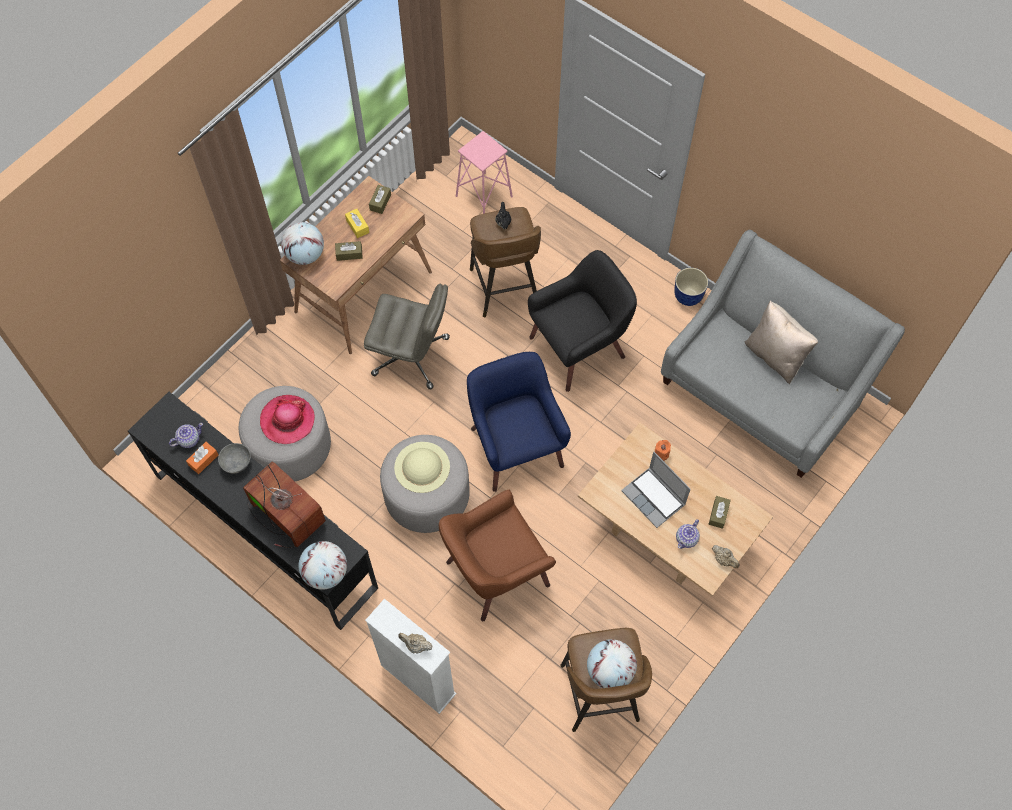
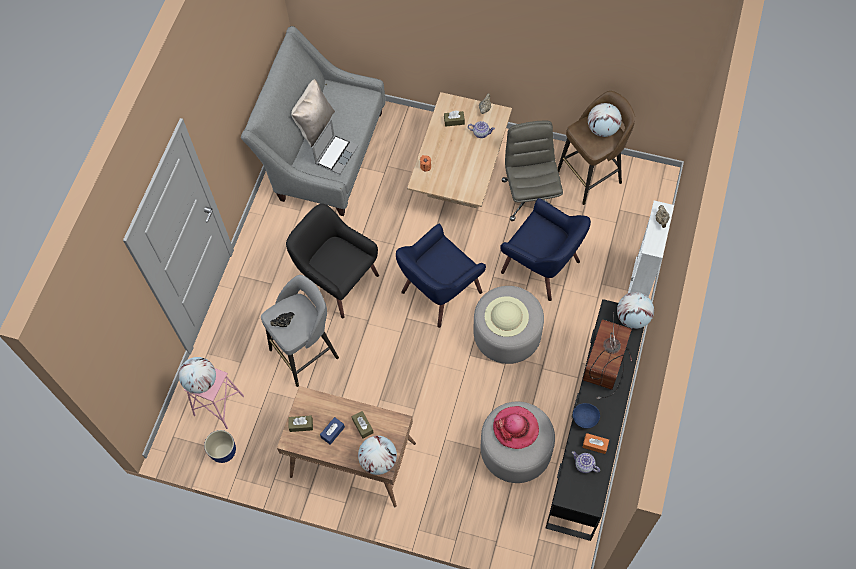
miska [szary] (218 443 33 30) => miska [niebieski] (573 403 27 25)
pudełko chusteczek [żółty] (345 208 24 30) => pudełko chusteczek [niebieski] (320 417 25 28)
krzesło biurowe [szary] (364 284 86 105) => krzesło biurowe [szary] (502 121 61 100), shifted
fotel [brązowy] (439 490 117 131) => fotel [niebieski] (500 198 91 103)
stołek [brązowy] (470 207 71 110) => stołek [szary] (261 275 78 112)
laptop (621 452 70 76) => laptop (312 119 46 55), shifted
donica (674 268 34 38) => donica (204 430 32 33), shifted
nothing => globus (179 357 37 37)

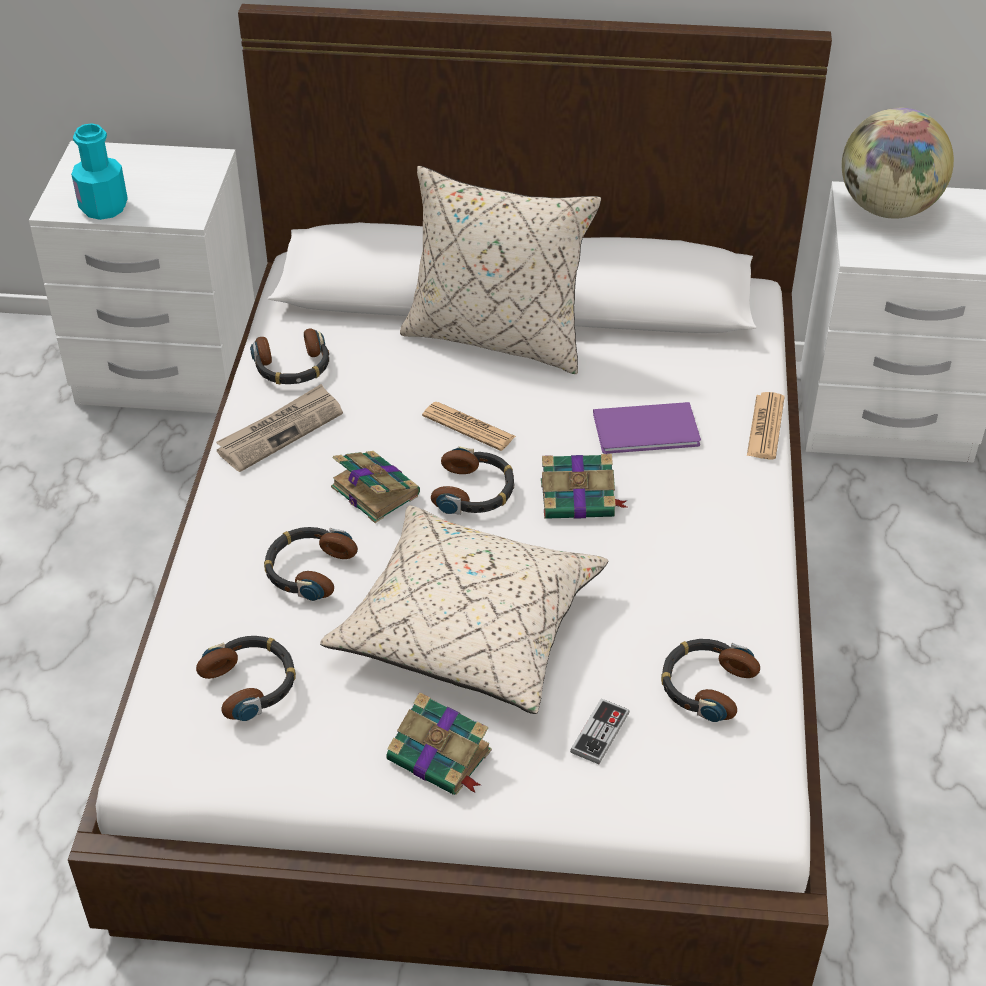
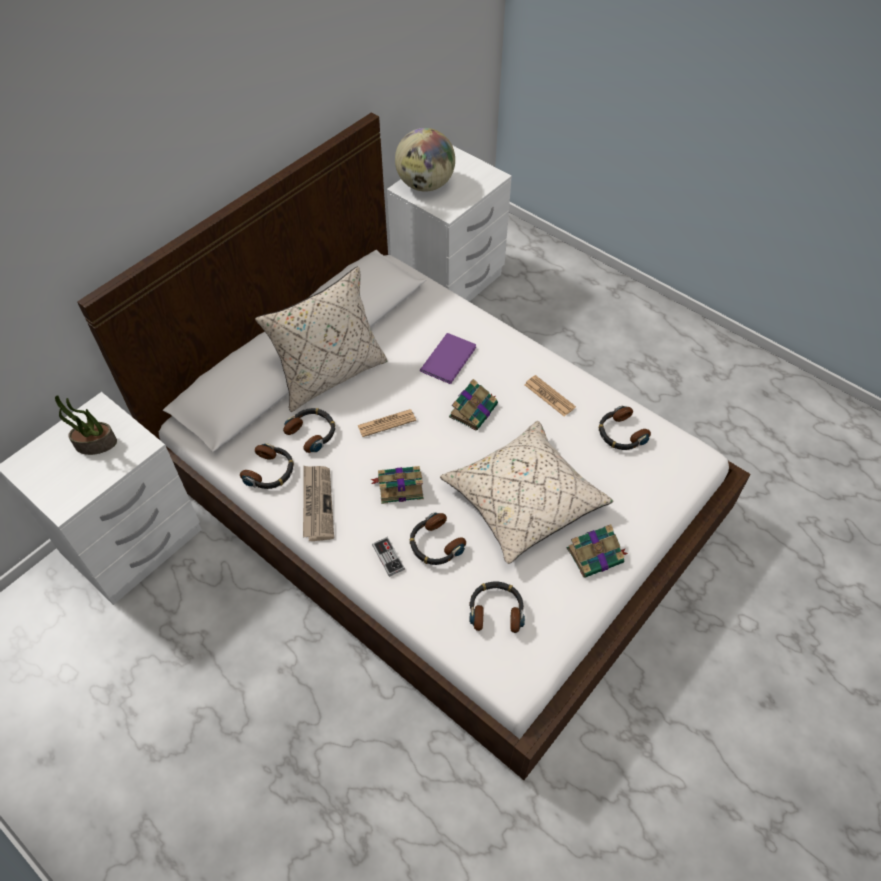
butelka [turkusowy] (71 123 57 97) => nothing
słuchawki (431 447 83 68) => słuchawki (283 408 52 45), shifted
pad do gier (570 698 60 66) => pad do gier (372 537 33 40), shifted
gazeta (747 392 38 67) => gazeta (525 375 51 42), shifted
nothing => roślina doniczkowa (55 395 62 60)

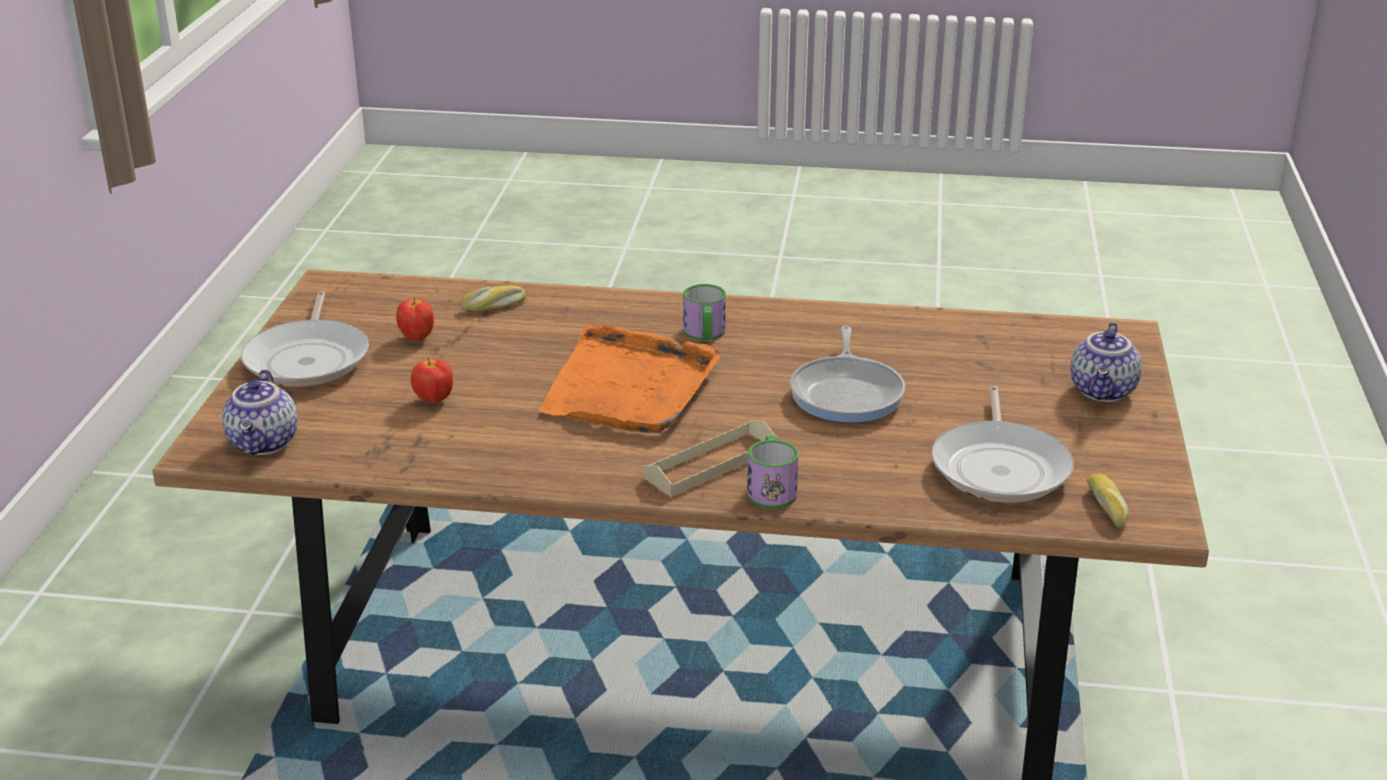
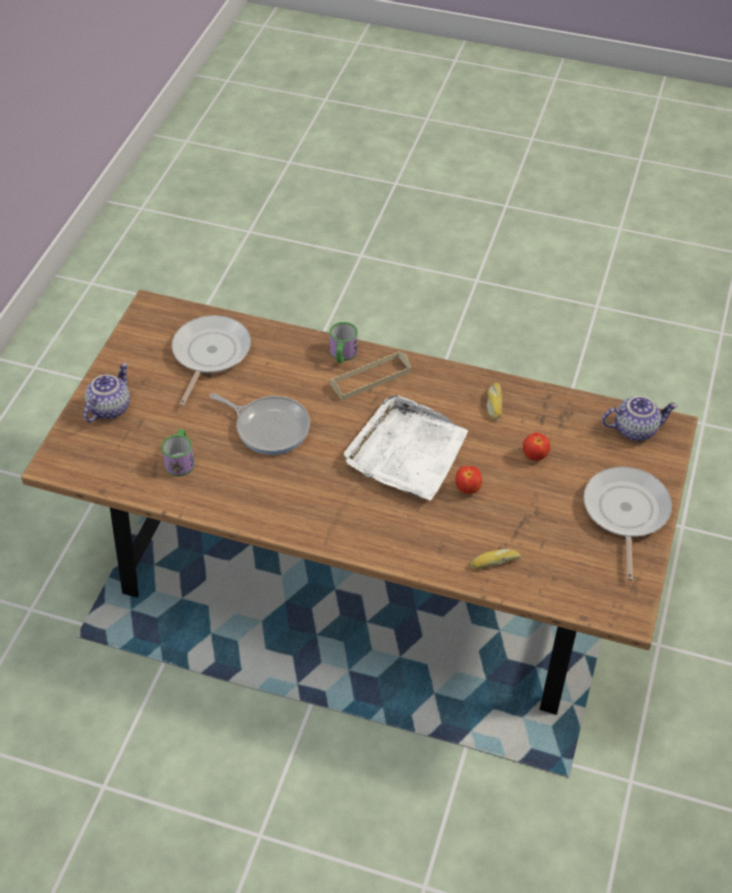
imbryk (222 369 76 86) => imbryk (602 396 76 45), 75 degrees clockwise
jabłko (396 298 38 43) => jabłko (455 466 27 28), shifted
taca [pomarańczowy] (539 325 182 108) => taca [biały] (344 395 124 106)
kubek (683 284 43 57) => kubek (161 429 34 47), shifted
patelnia (790 326 115 97) => patelnia (210 393 100 62), 105 degrees clockwise
chleb (1087 474 42 54) => chleb (487 383 15 37), shifted

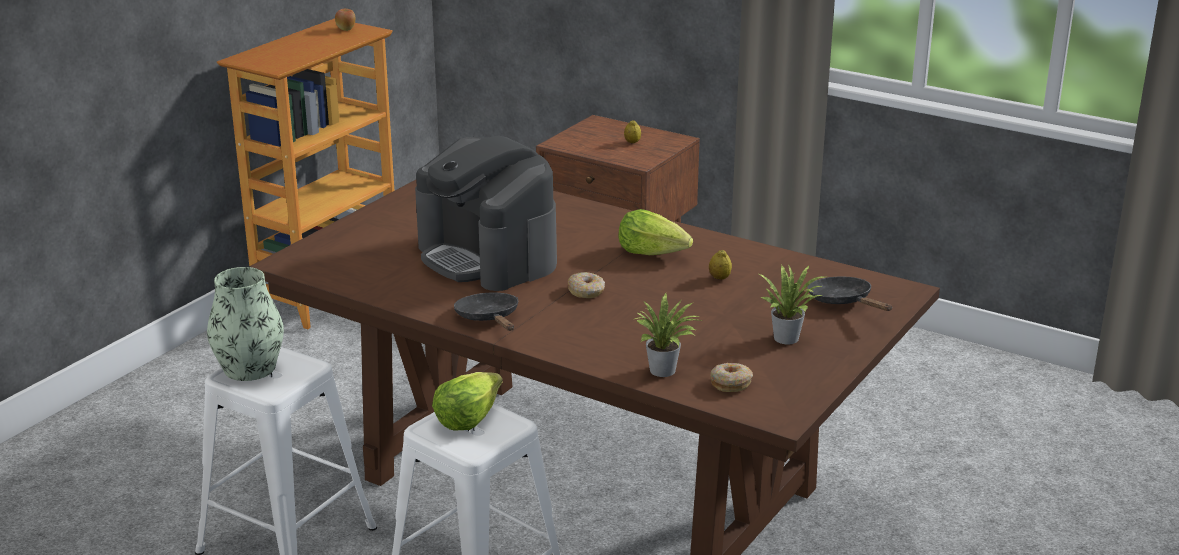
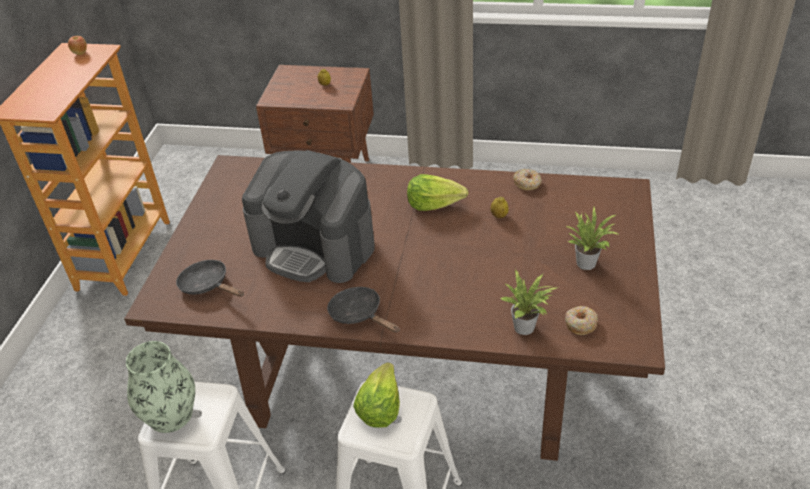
donut (568 272 37 26) => donut (513 169 29 21), shifted
patelnia [czarny] (807 277 85 34) => patelnia [czarny] (176 260 68 37), shifted

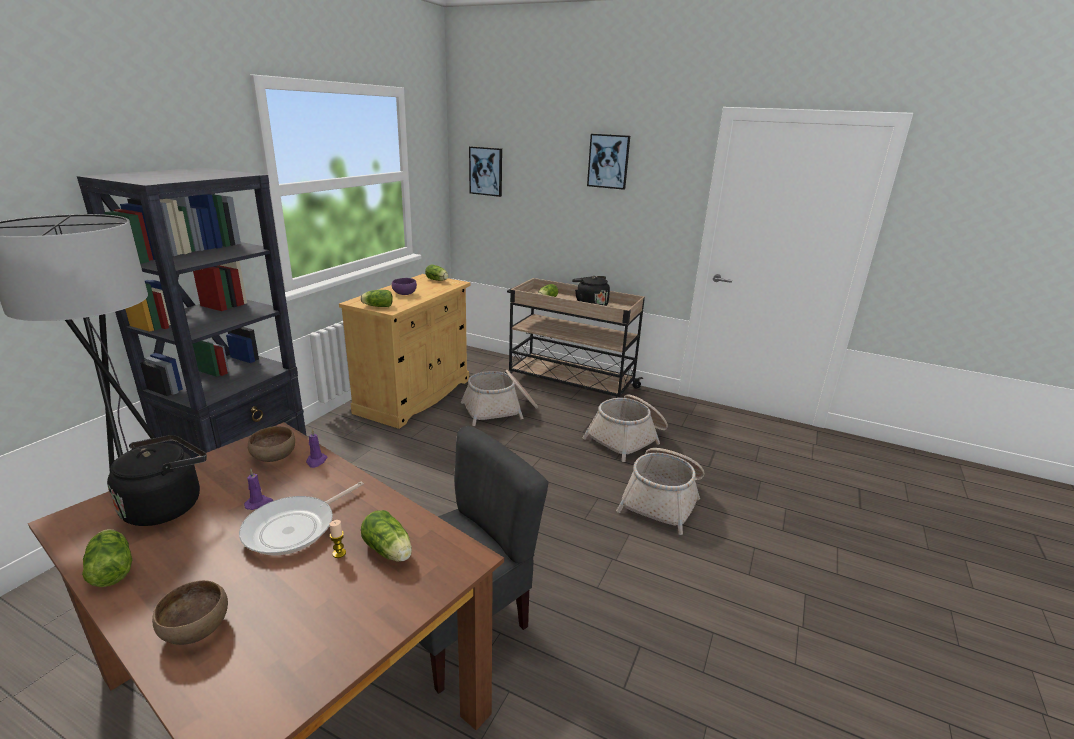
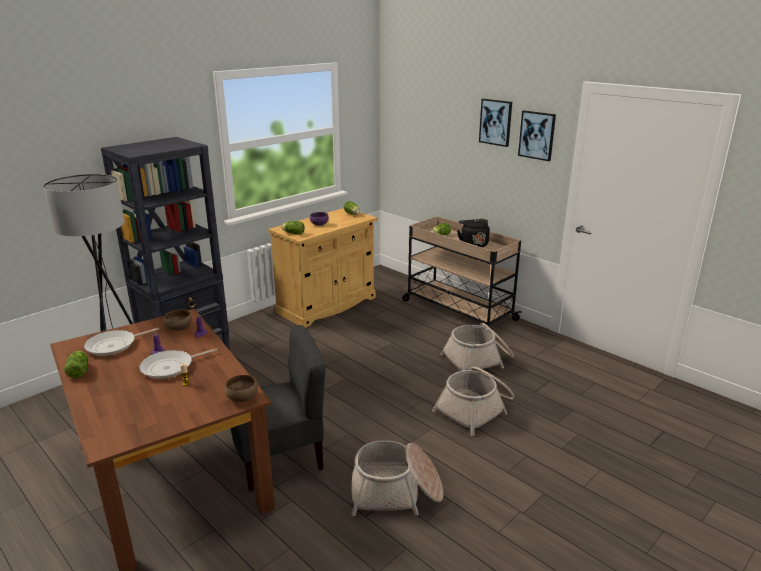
czajnik [czarny] (107 435 100 91) => patelnia (84 328 75 28)
miska [brązowy] (152 580 76 65) => miska [brązowy] (225 375 33 27), shifted
sałata (361 510 51 52) => nothing
koszyk (461 370 77 56) => koszyk (351 440 92 76), shifted
obraz (469 146 33 51) => obraz (518 111 38 50), shifted

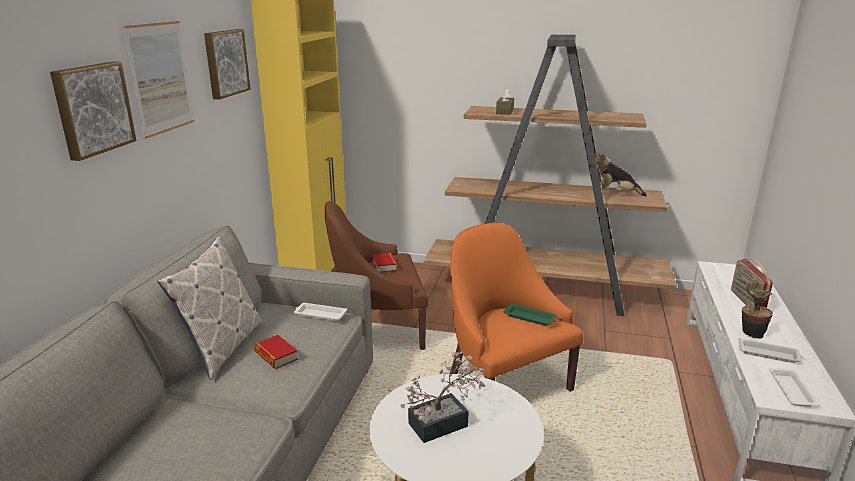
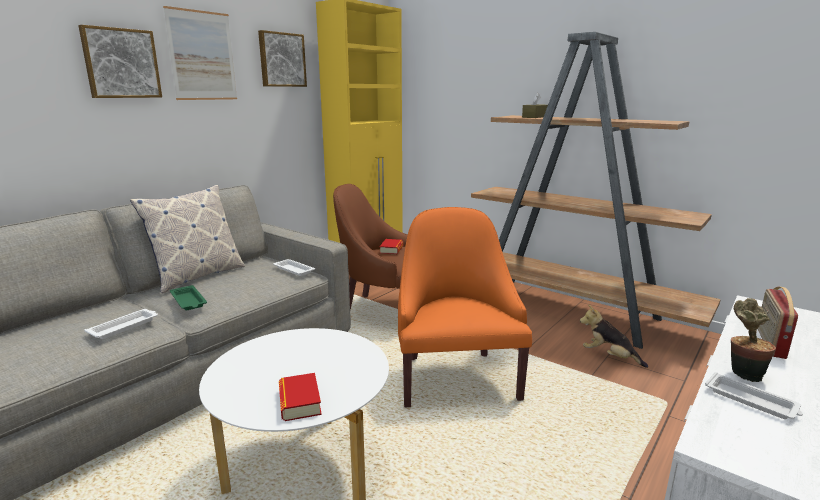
książka (254 335 44 34) => książka (279 373 43 48), shifted
roślina doniczkowa (400 351 85 92) => nothing
taca [zielony] (503 303 53 23) => taca [zielony] (170 285 37 25), shifted
pluszak (595 152 52 44) => pluszak (580 304 68 64), shifted
taca [biały] (769 368 51 39) => taca [biały] (84 309 74 30), shifted

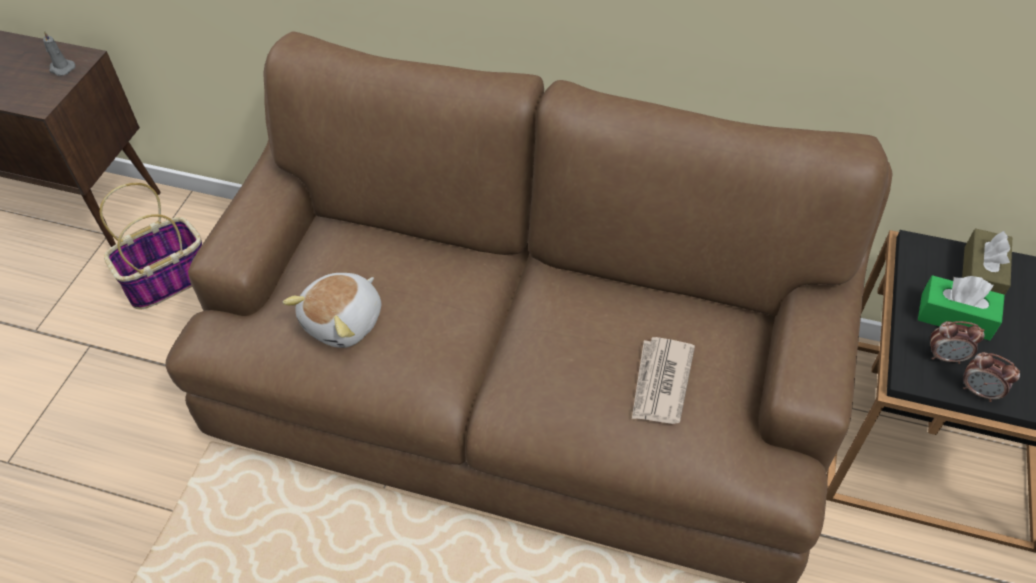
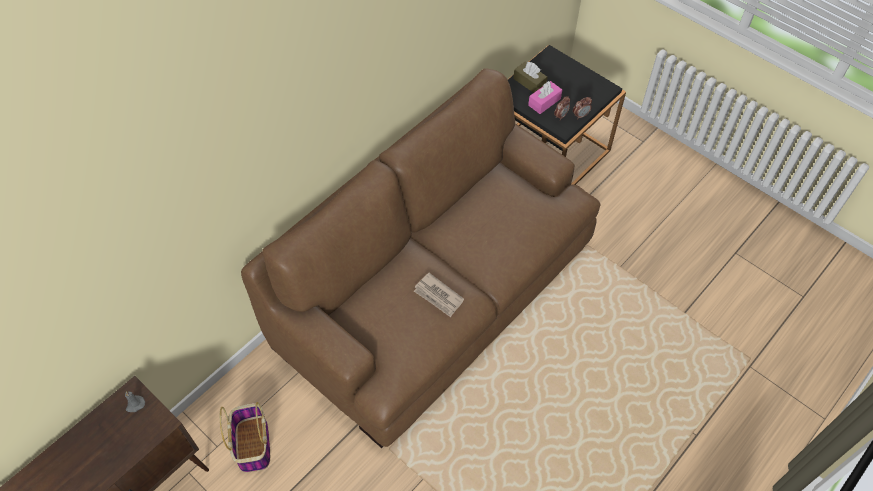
pluszak (283 273 98 75) => nothing
gazeta (632 337 63 87) => gazeta (414 273 50 44), shifted
pudełko chusteczek [zielony] (918 275 87 65) => pudełko chusteczek [różowy] (528 81 34 33)

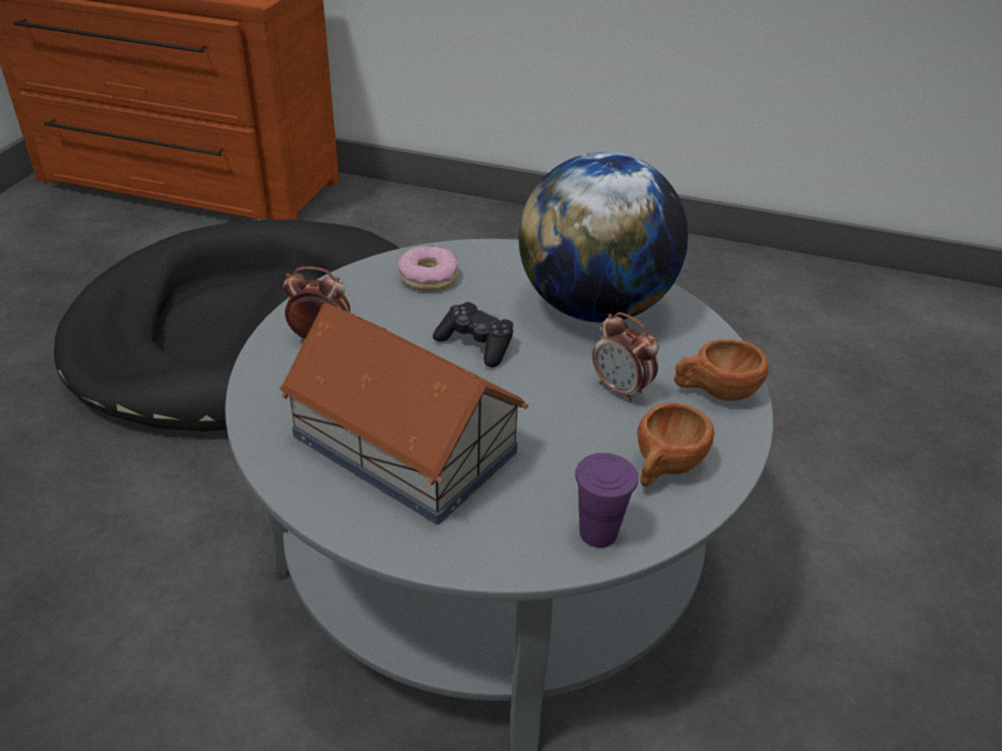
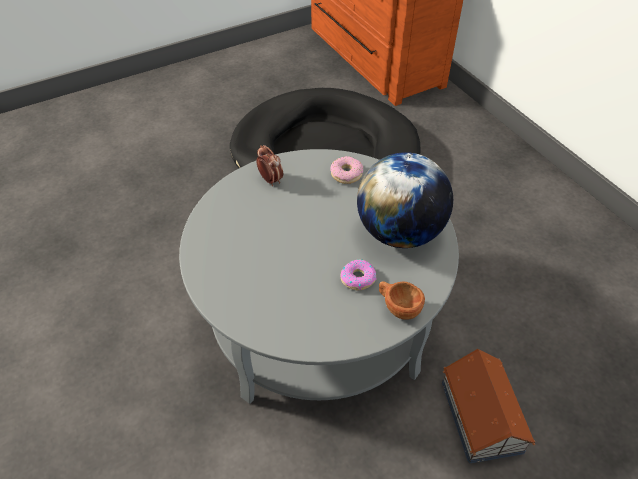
domek (279 303 249 222) => domek (442 349 93 115), shifted
pad do gier [czarny] (433 302 80 65) => nothing
filiżanka [fioletowy] (575 453 63 95) => nothing
budzik (592 312 67 91) => donut (340 259 37 31)
filiżanka [brązowy] (637 402 78 85) => nothing

